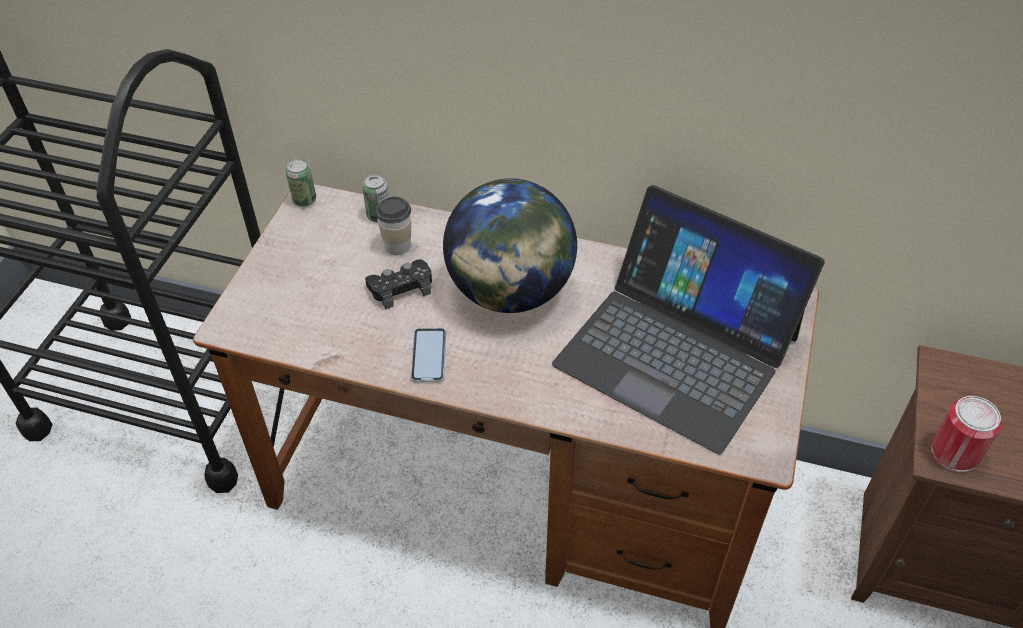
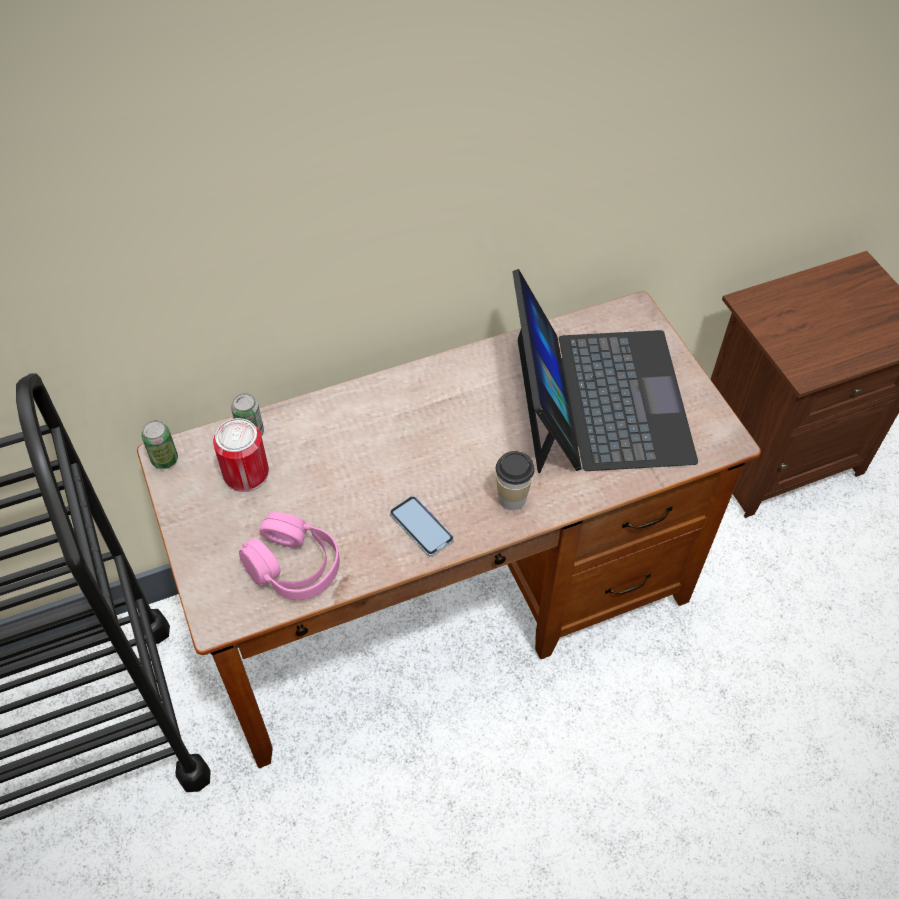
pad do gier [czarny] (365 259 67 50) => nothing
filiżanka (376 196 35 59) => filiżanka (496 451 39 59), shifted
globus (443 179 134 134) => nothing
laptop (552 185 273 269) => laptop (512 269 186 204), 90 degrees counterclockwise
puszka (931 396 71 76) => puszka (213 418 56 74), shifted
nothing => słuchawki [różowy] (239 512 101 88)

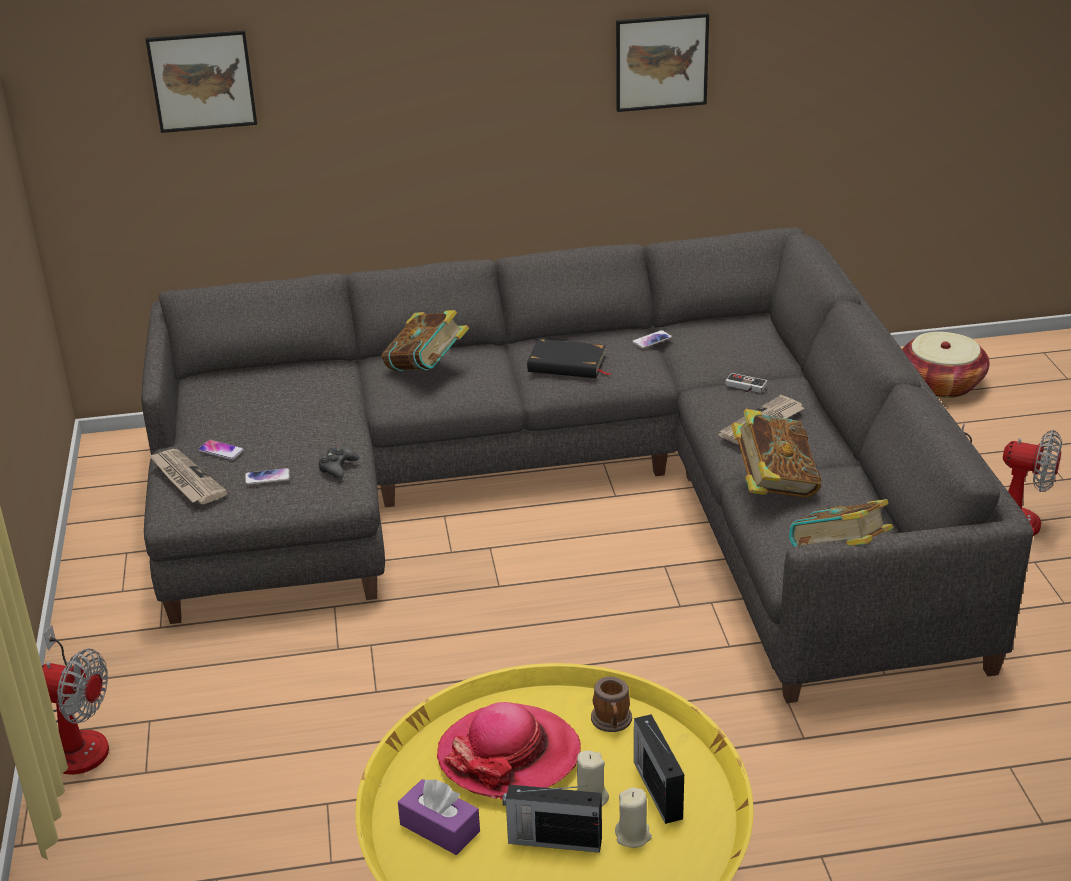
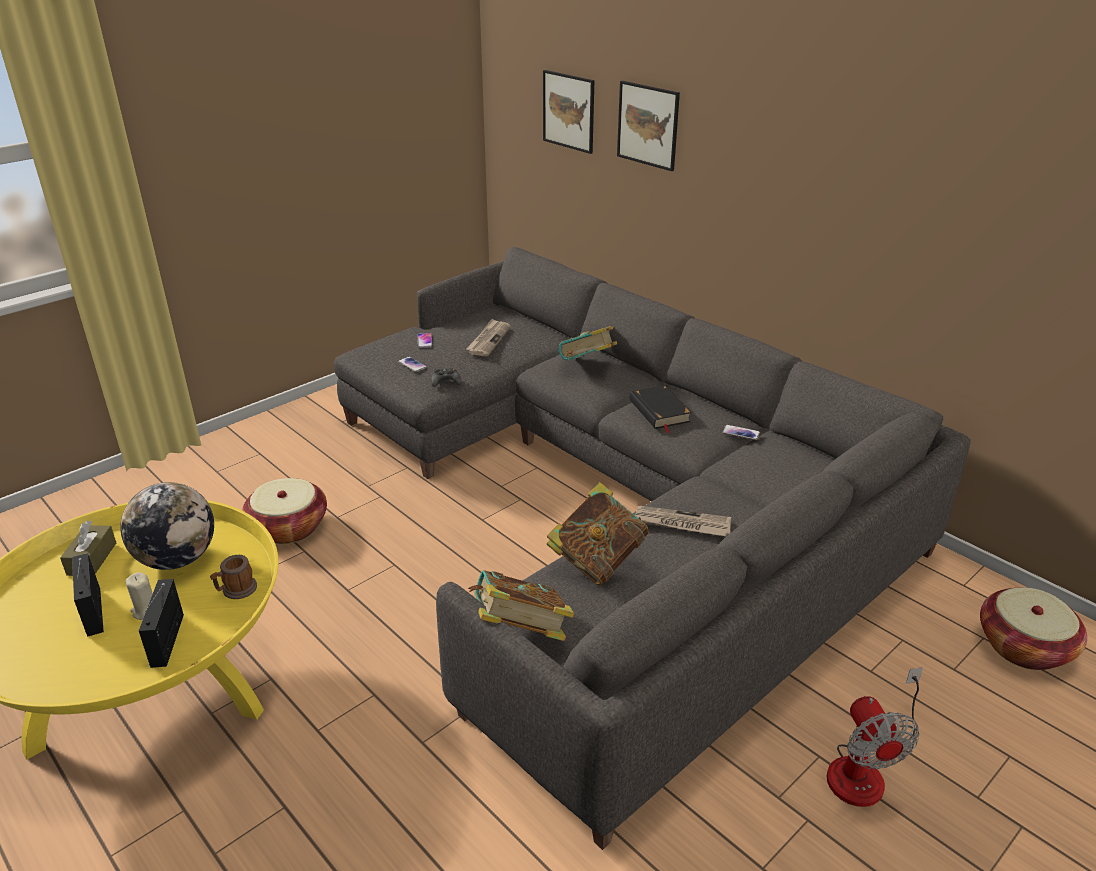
wentylator (42 625 67 150) => nothing
gazeta (149 449 79 55) => gazeta (466 319 45 38), shifted
pudełko chusteczek [fioletowy] (398 779 82 76) => pudełko chusteczek [brązowy] (60 521 56 55)
kapelusz (437 702 144 98) => globus (120 482 94 88)
świeca [beżowy] (615 788 37 60) => nothing
obraz (616 13 93 99) => obraz (617 81 63 90), shifted
radio (634 714 50 110) => radio (139 579 45 89), 45 degrees counterclockwise
pad do gier (725 373 42 20) => nothing
nothing => koszyk (242 478 85 66)

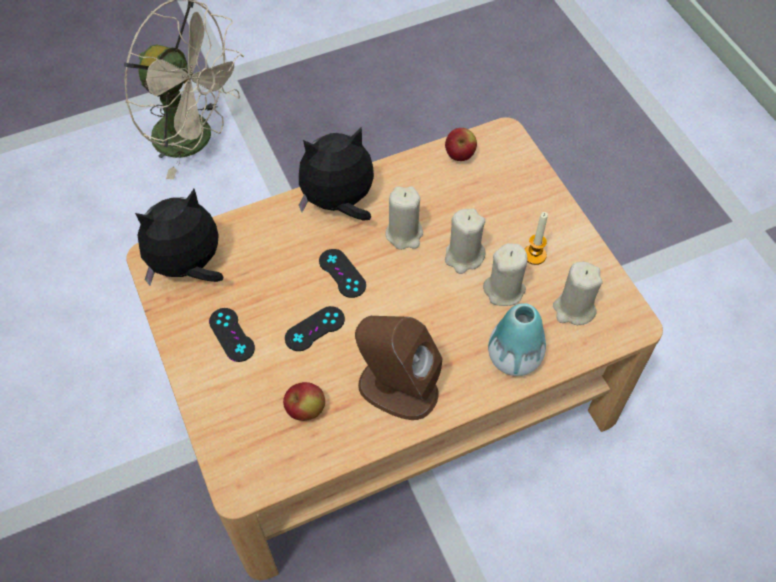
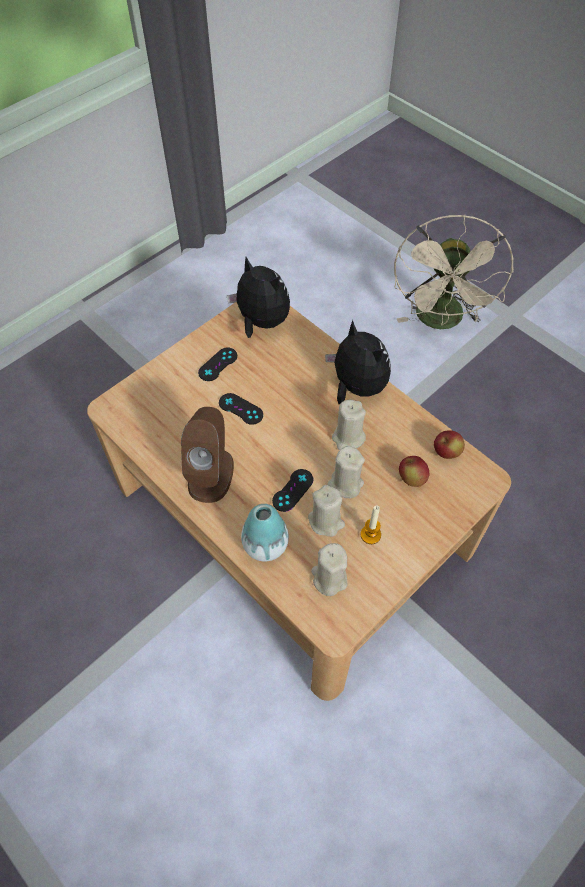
jabłko (283 382 42 39) => jabłko (399 456 30 31), shifted
pad do gier [czarny] (319 249 47 49) => pad do gier [czarny] (272 469 42 43), shifted

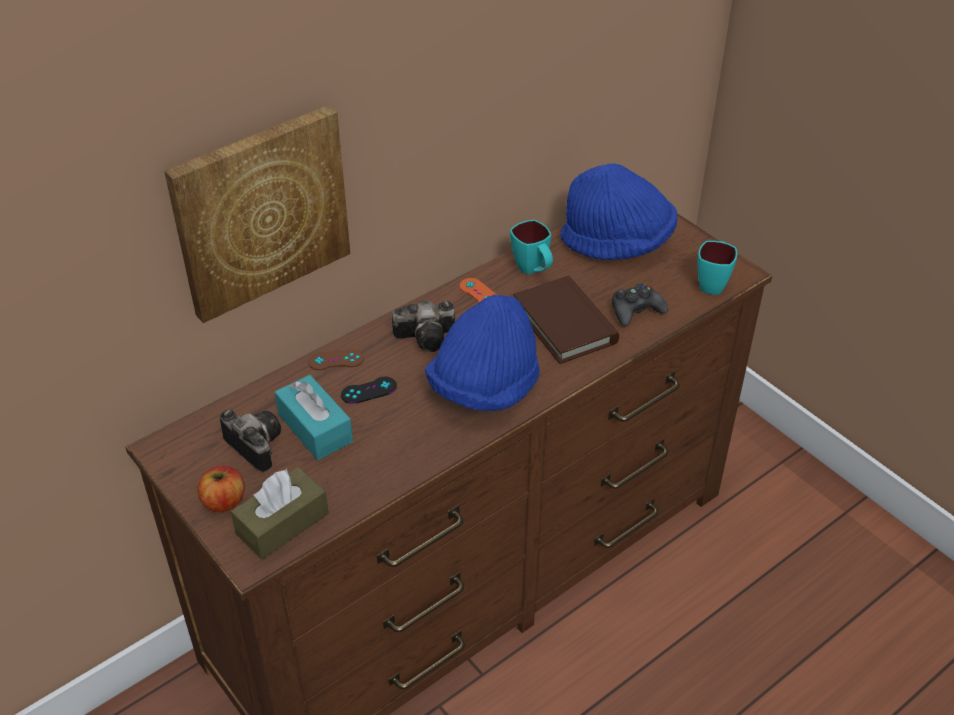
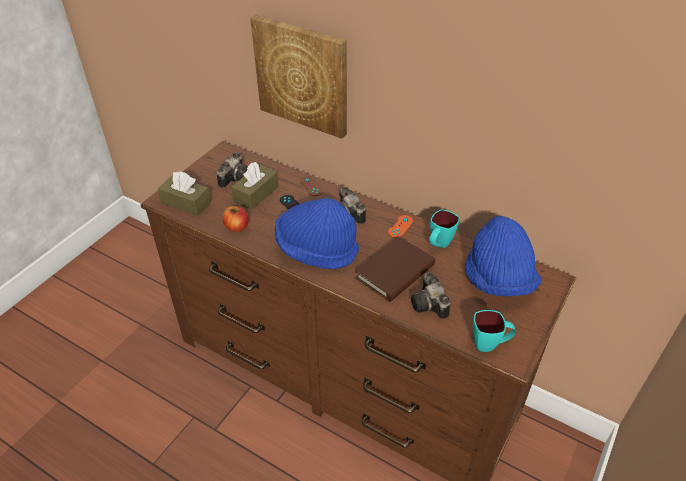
jabłko (198 466 47 46) => jabłko (223 206 26 26), shifted
pudełko chusteczek [turkusowy] (275 375 78 85) => pudełko chusteczek [brązowy] (231 162 48 48)
pad do gier [czarny] (612 283 56 43) => aparat fotograficzny (411 272 40 47)

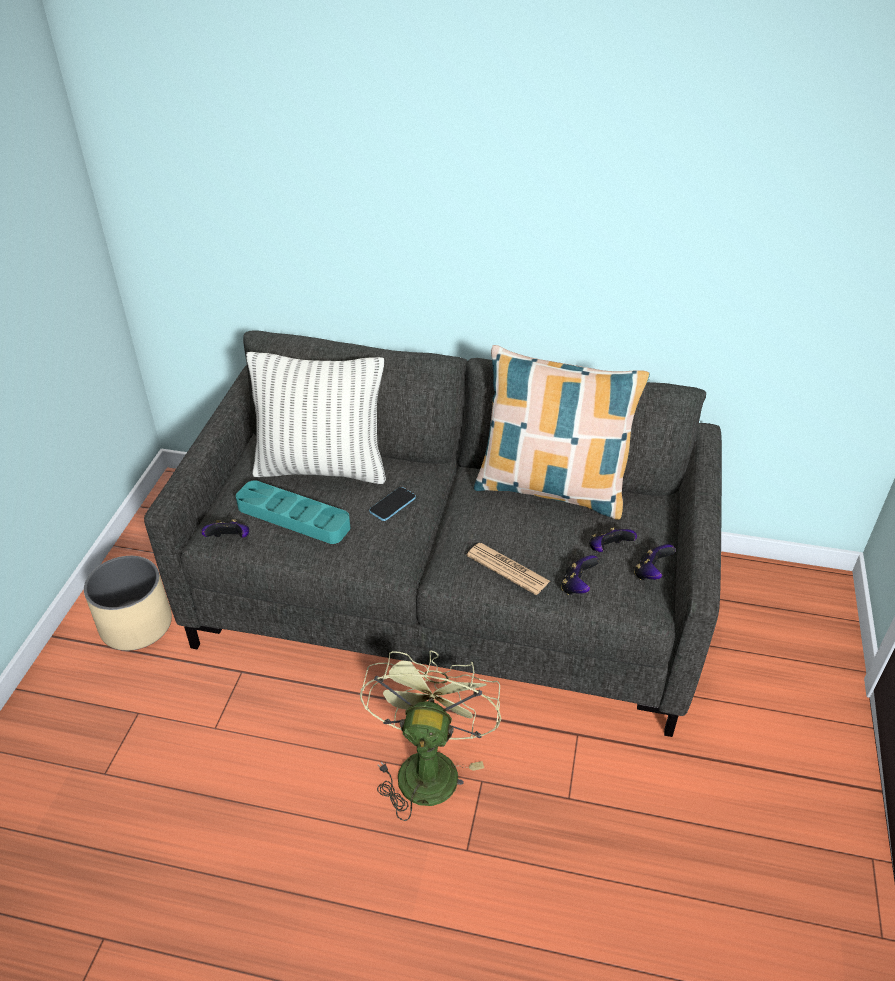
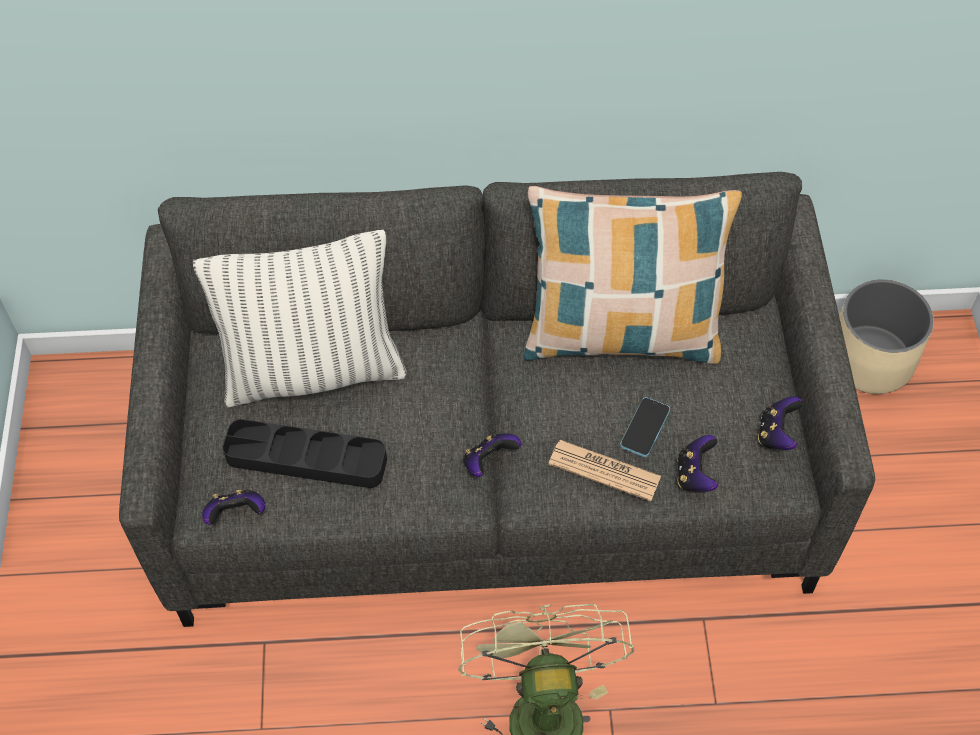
donica [beżowy] (84 556 88 95) => donica [beżowy] (839 279 95 115), shifted
taca [turkusowy] (236 480 114 64) => taca [czarny] (222 419 165 69)
telefon (369 487 47 34) => telefon (620 397 50 60), shifted
pad do gier (589 527 48 25) => pad do gier (463 434 58 43), shifted

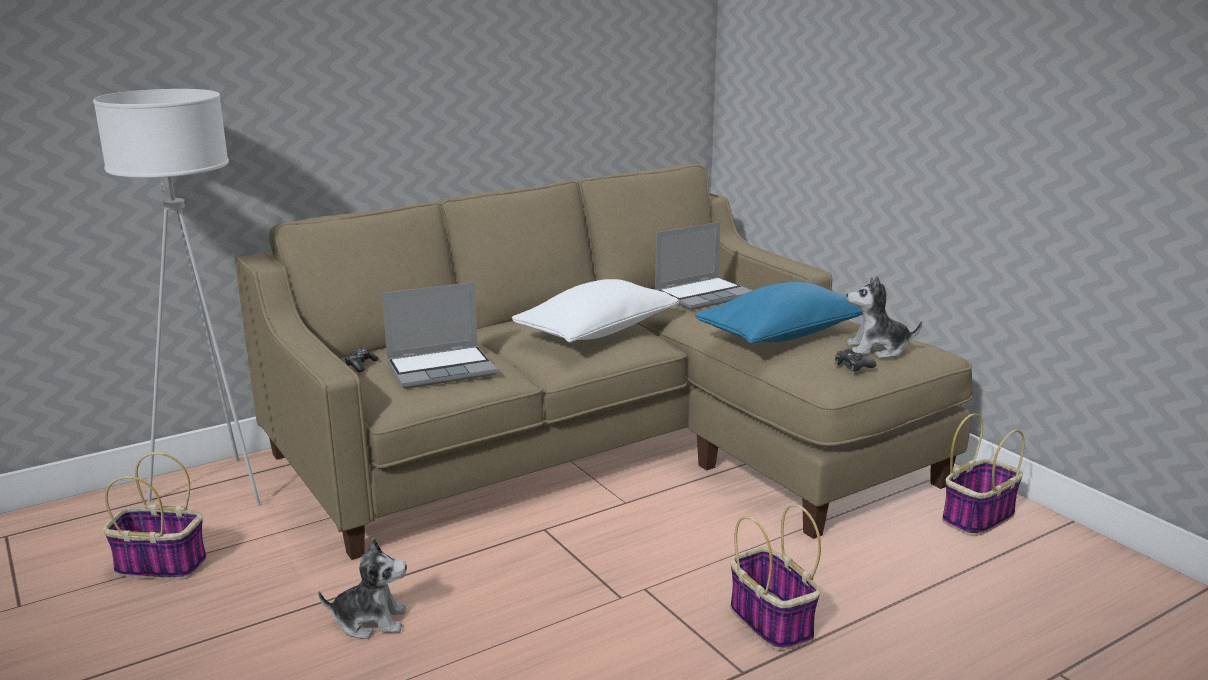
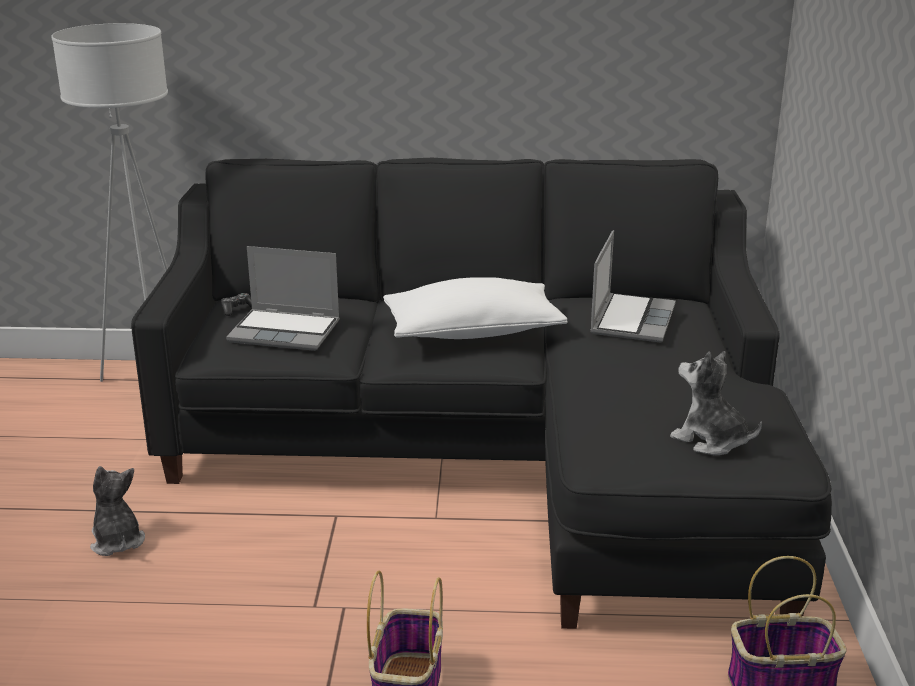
koszyk (103 452 104 128) => nothing
kanapa [beżowy] (235 164 737 396) => kanapa [czarny] (131 158 701 471)
pluszak (318 538 89 101) => pluszak (90 466 55 90), 150 degrees counterclockwise
laptop (655 222 97 88) => laptop (590 230 86 113), 75 degrees counterclockwise
poduszka [niebieski] (695 282 168 62) => nothing
pad do gier [czarny] (835 348 42 24) => nothing

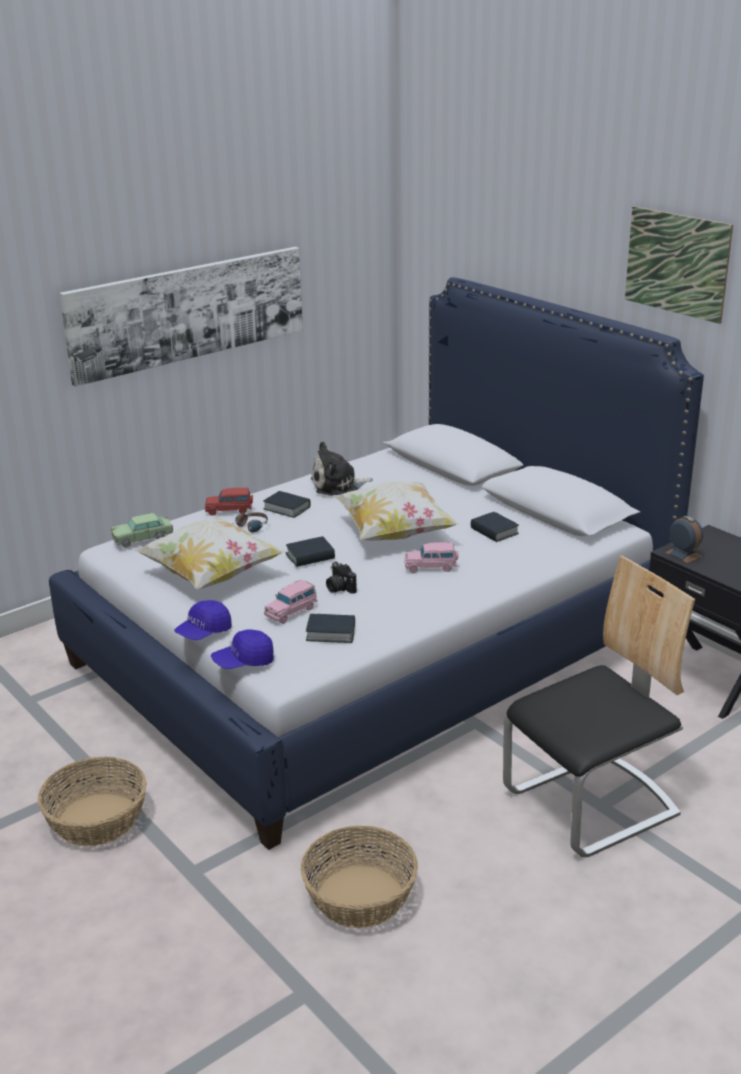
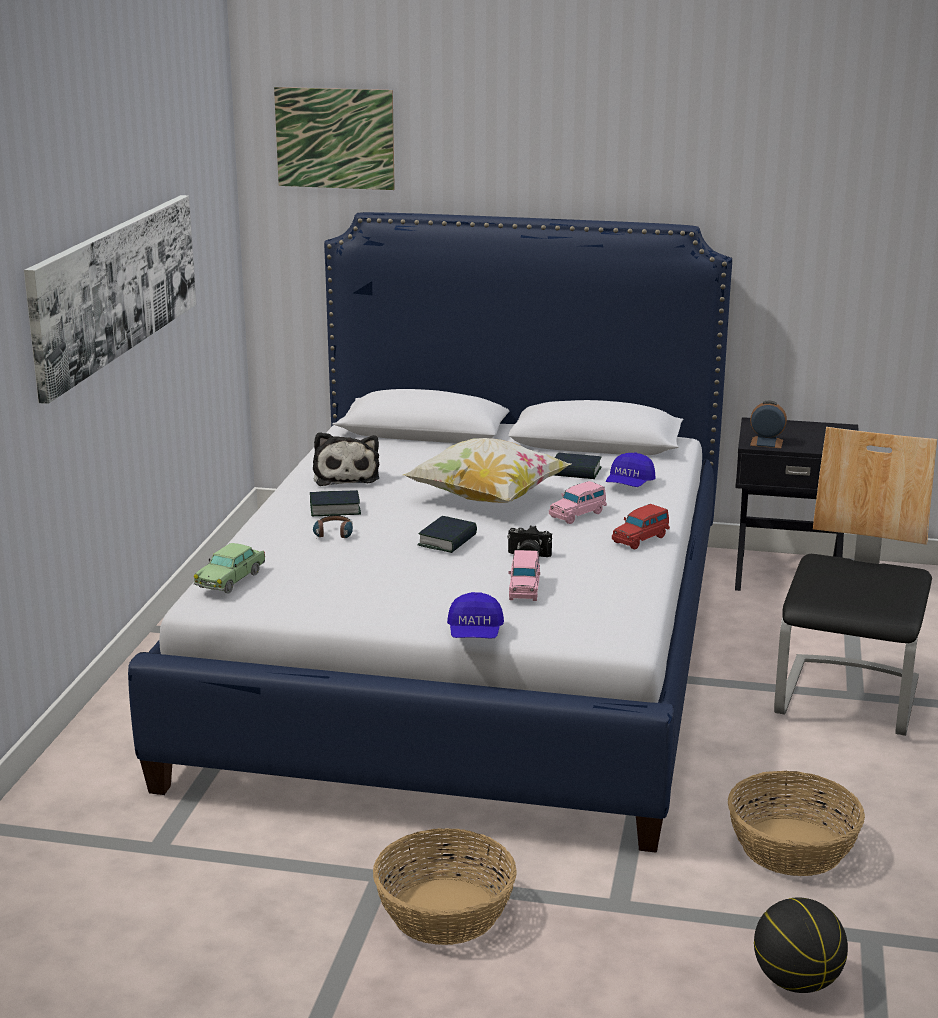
poduszka (134 518 151 71) => nothing
samochodzik [czerwony] (205 488 48 28) => samochodzik [czerwony] (612 504 58 45), shifted
czapka z daszkiem [niebieski] (211 630 63 39) => czapka z daszkiem [niebieski] (606 452 49 35), shifted
książka (306 614 49 29) => nothing
pluszak (311 441 62 55) => pluszak (313 432 66 54), 45 degrees counterclockwise
obraz (625 206 108 118) => obraz (274 87 121 103), shifted
nothing => piłka do koszykówki (754 897 94 96)

